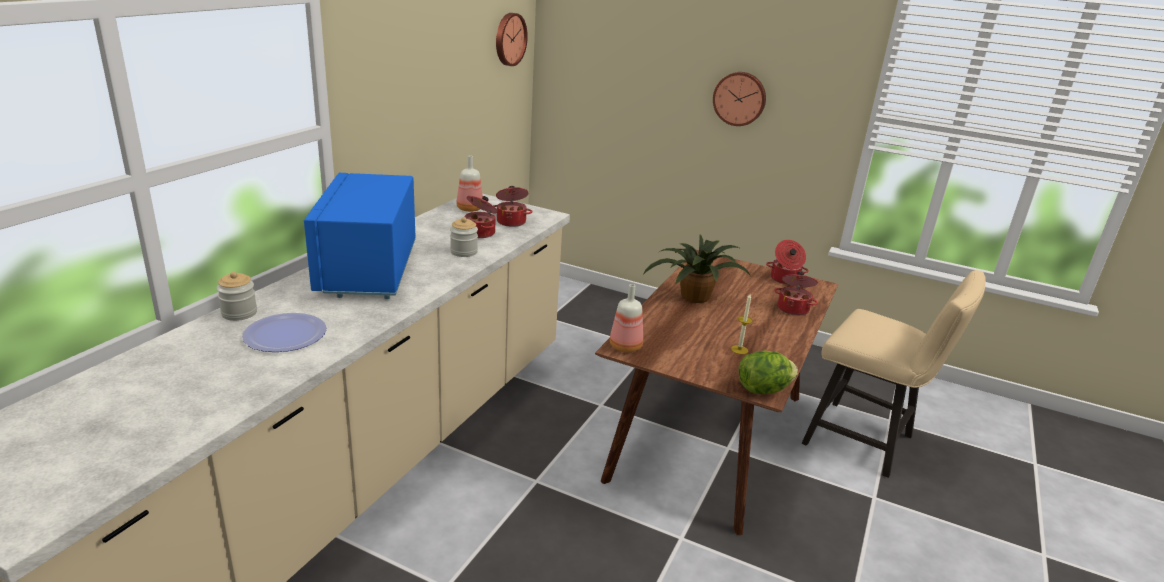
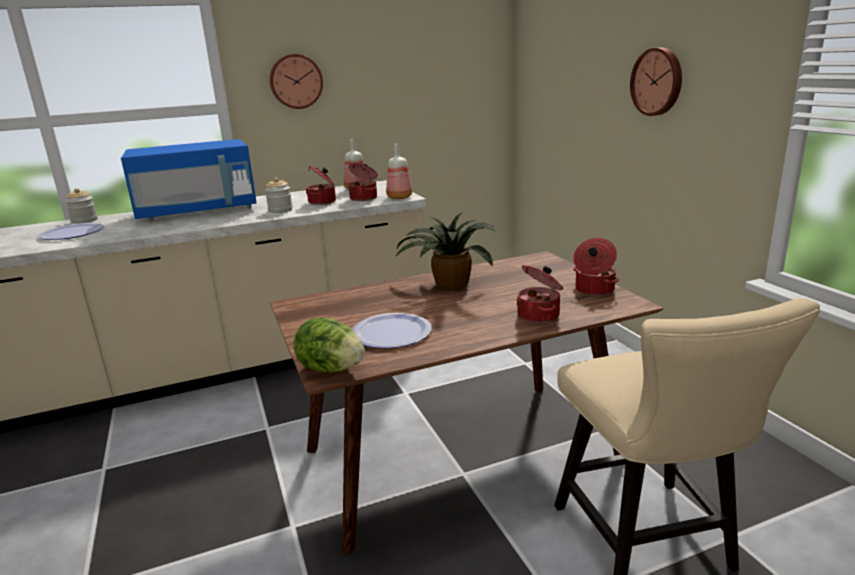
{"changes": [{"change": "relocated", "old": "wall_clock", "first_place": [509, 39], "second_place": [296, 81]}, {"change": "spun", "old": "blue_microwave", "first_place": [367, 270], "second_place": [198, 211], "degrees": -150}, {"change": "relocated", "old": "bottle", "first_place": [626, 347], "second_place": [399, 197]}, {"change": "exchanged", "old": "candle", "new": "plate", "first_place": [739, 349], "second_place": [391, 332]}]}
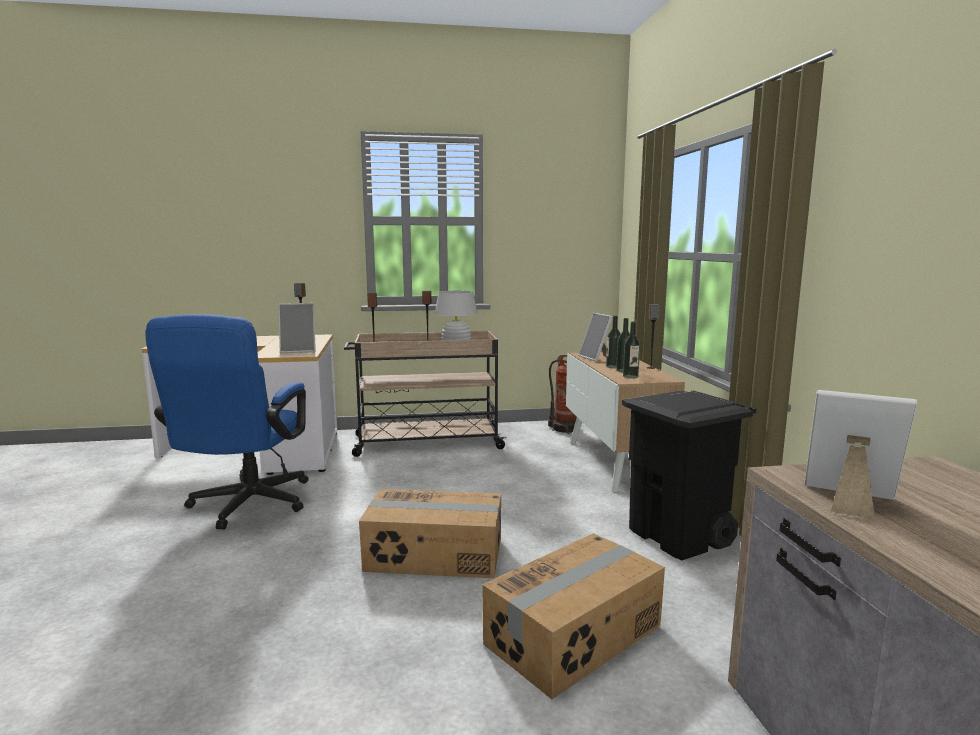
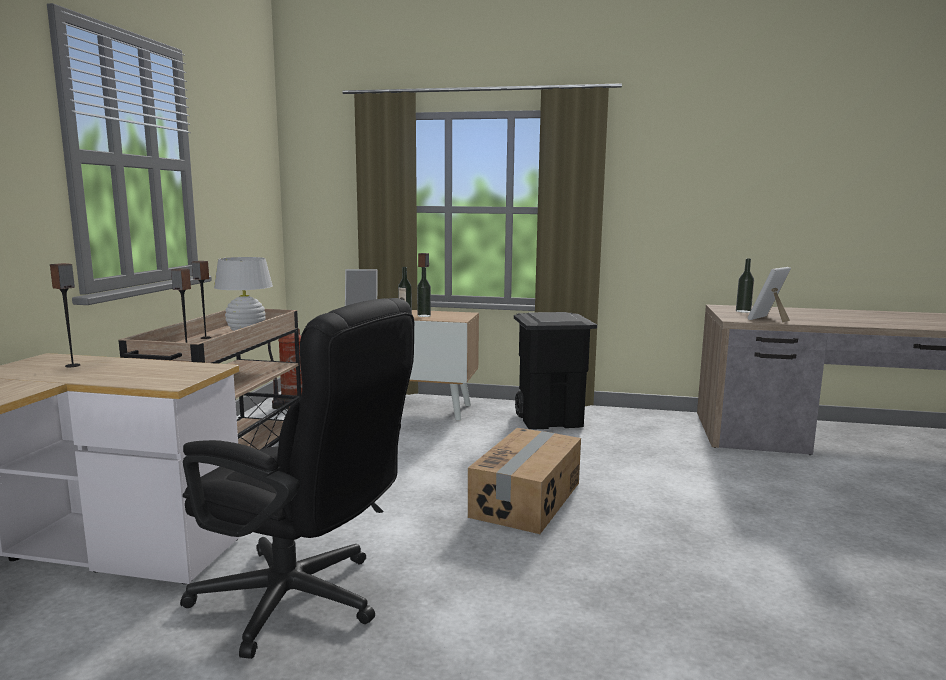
{"changes": [{"change": "missing", "old": "picture_frame", "first_place": [299, 350]}, {"change": "colour", "old": "blue_office_chair", "new": "black_office_chair", "first_place": [245, 507], "second_place": [303, 602]}, {"change": "relocated", "old": "bottle", "first_place": [630, 376], "second_place": [743, 311]}, {"change": "missing", "old": "cardboard_box", "first_place": [575, 635]}]}
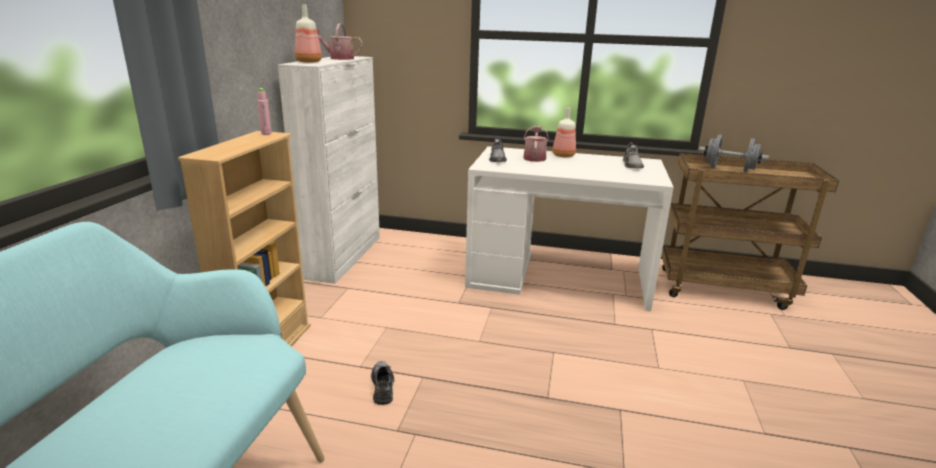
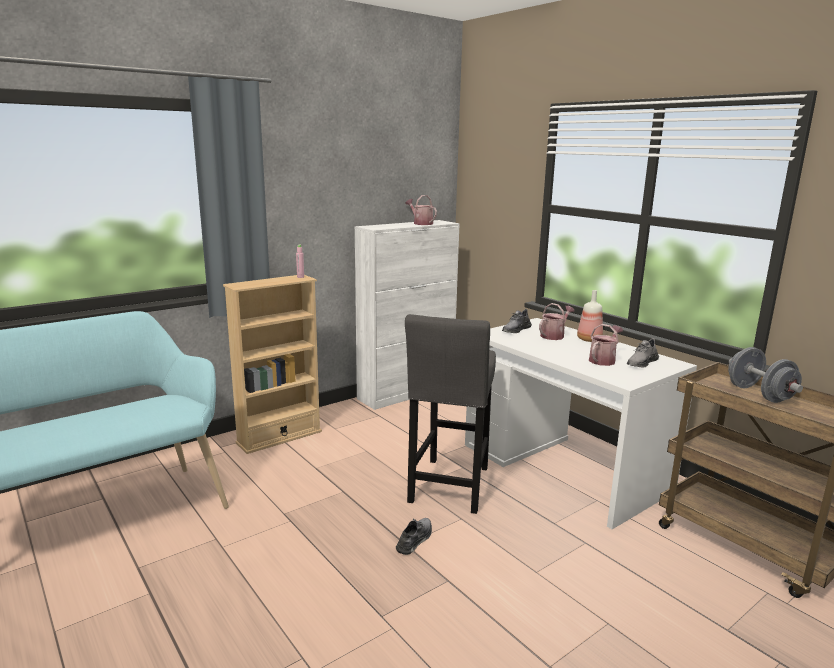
{"changes": [{"change": "missing", "old": "bottle", "first_place": [309, 62]}, {"change": "relocated", "old": "grey_shoe", "first_place": [383, 386], "second_place": [415, 539]}, {"change": "appeared", "new": "grey_stool", "second_place": [449, 488]}, {"change": "appeared", "new": "watering_can", "second_place": [603, 360]}]}
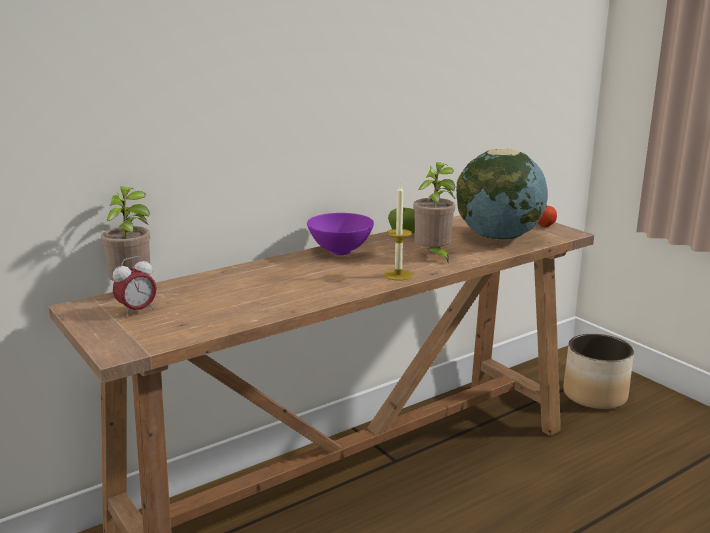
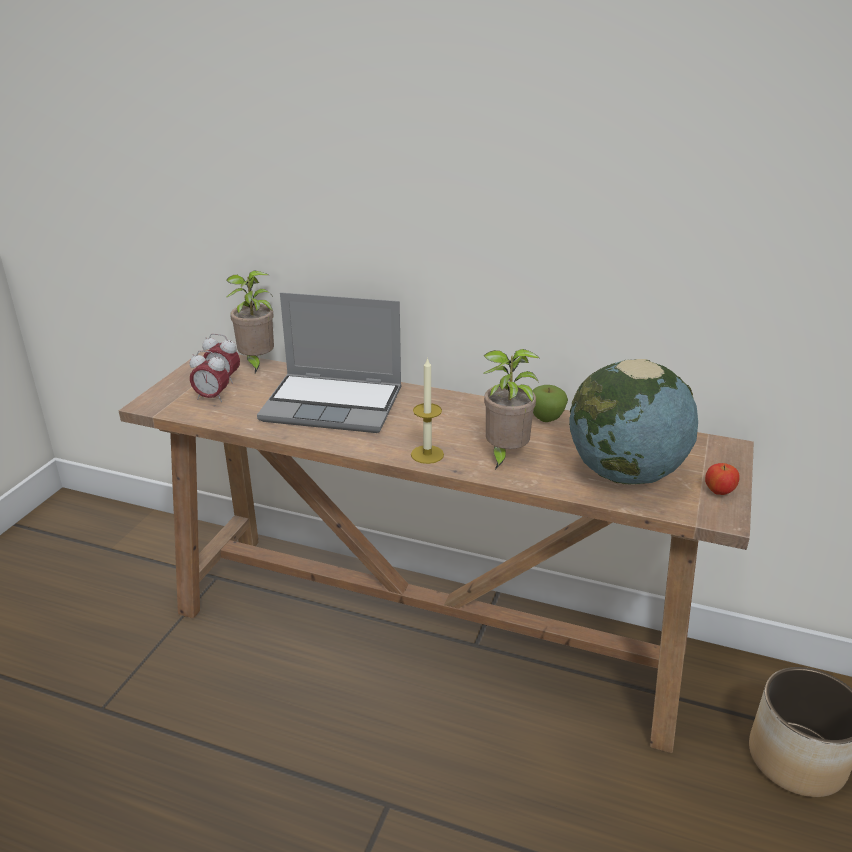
{"changes": [{"change": "missing", "old": "purple_bowl", "first_place": [339, 252]}, {"change": "appeared", "new": "laptop", "second_place": [334, 404]}, {"change": "appeared", "new": "alarm_clock", "second_place": [212, 398]}]}
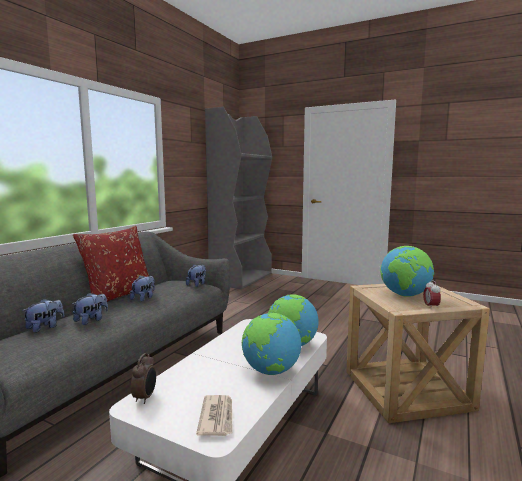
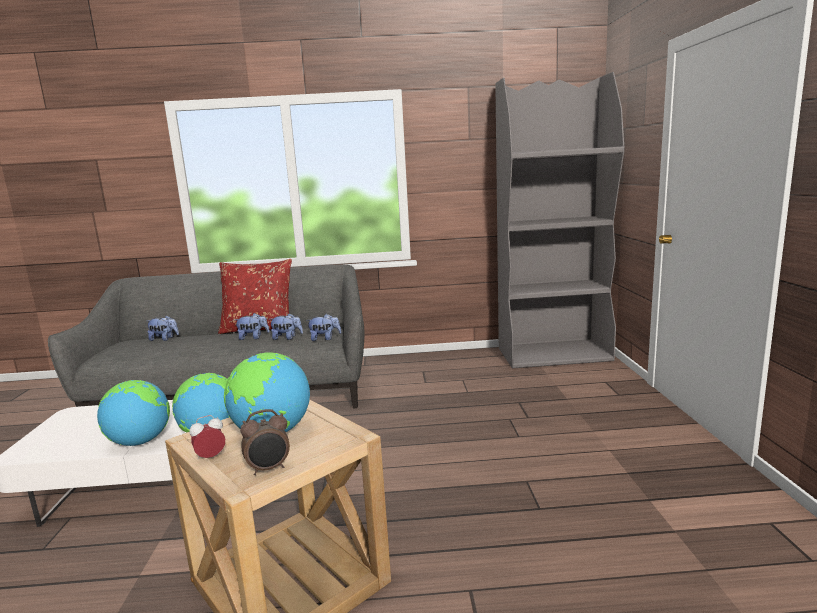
{"changes": [{"change": "relocated", "old": "plush_toy", "first_place": [91, 320], "second_place": [287, 338]}, {"change": "relocated", "old": "alarm_clock", "first_place": [145, 397], "second_place": [269, 469]}, {"change": "missing", "old": "newspaper", "first_place": [217, 417]}]}
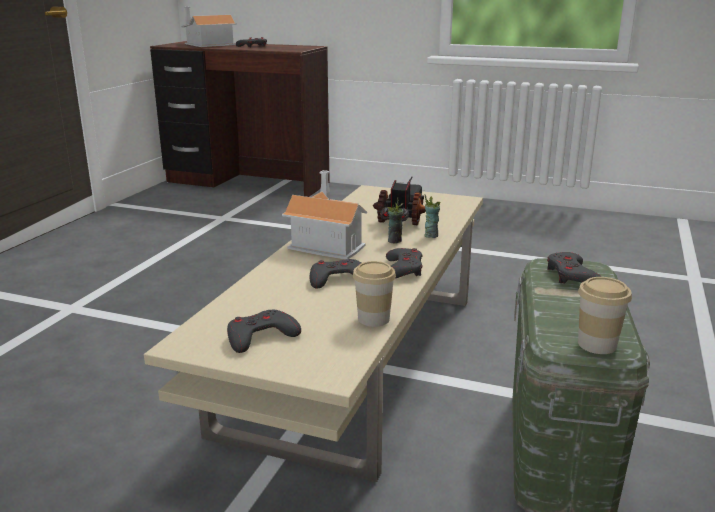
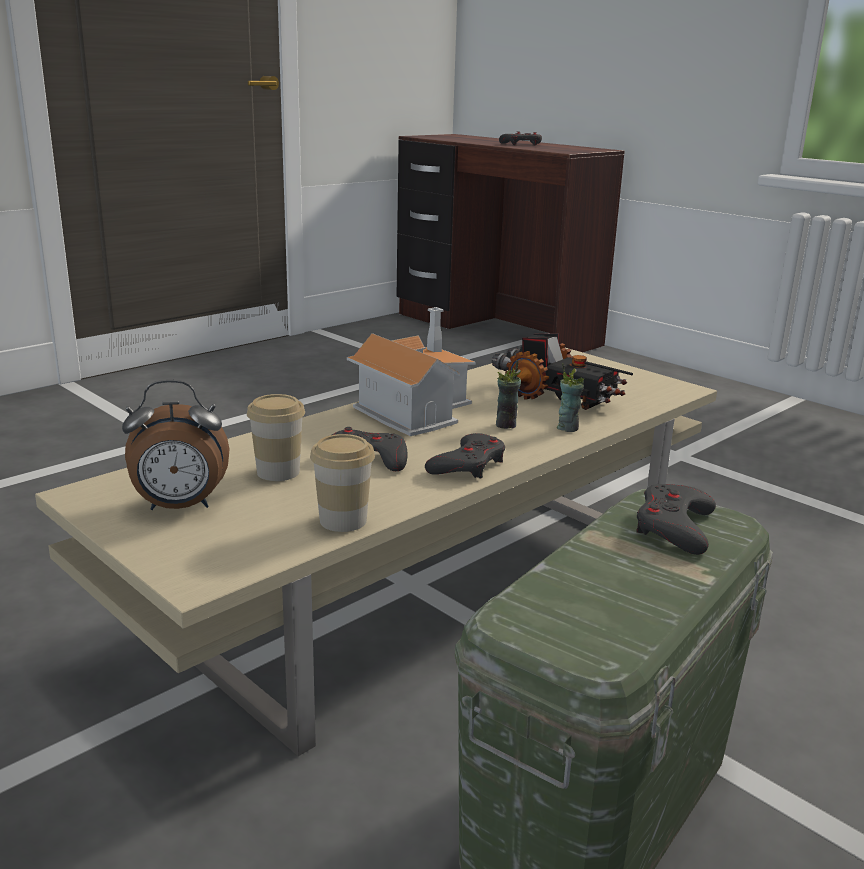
{"changes": [{"change": "missing", "old": "toy_house", "first_place": [207, 44]}, {"change": "spun", "old": "toy_truck", "first_place": [402, 218], "second_place": [556, 397], "degrees": 90}, {"change": "relocated", "old": "cup", "first_place": [597, 344], "second_place": [278, 472]}, {"change": "exchanged", "old": "grey_game_controller", "new": "alarm_clock", "first_place": [261, 336], "second_place": [180, 507]}]}
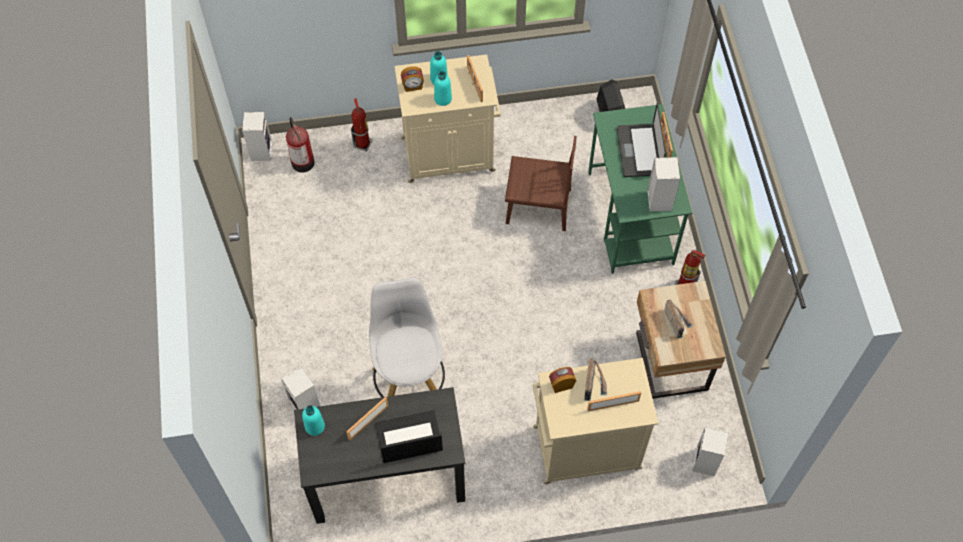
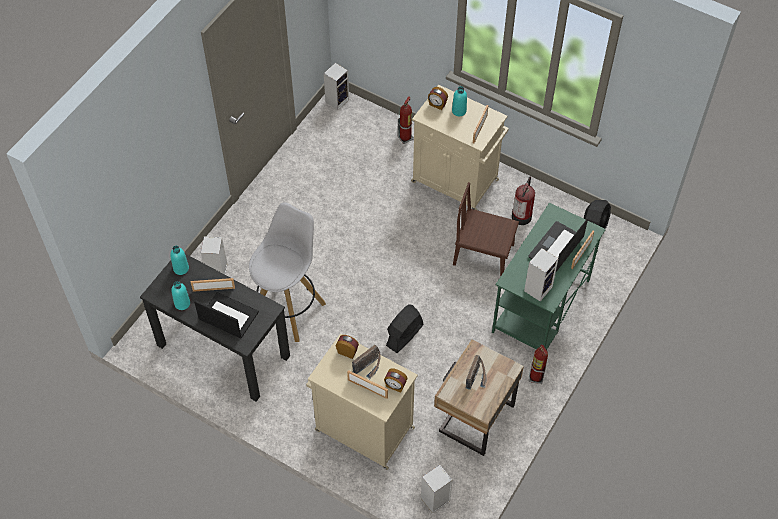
{"changes": [{"change": "relocated", "old": "turquoise_bottle", "first_place": [443, 99], "second_place": [182, 303]}, {"change": "relocated", "old": "fire_extinguisher", "first_place": [302, 161], "second_place": [522, 215]}, {"change": "spun", "old": "brown_chair", "first_place": [538, 206], "second_place": [483, 255], "degrees": 150}, {"change": "appeared", "new": "black_fan", "second_place": [404, 335]}, {"change": "appeared", "new": "alarm_clock", "second_place": [395, 385]}]}
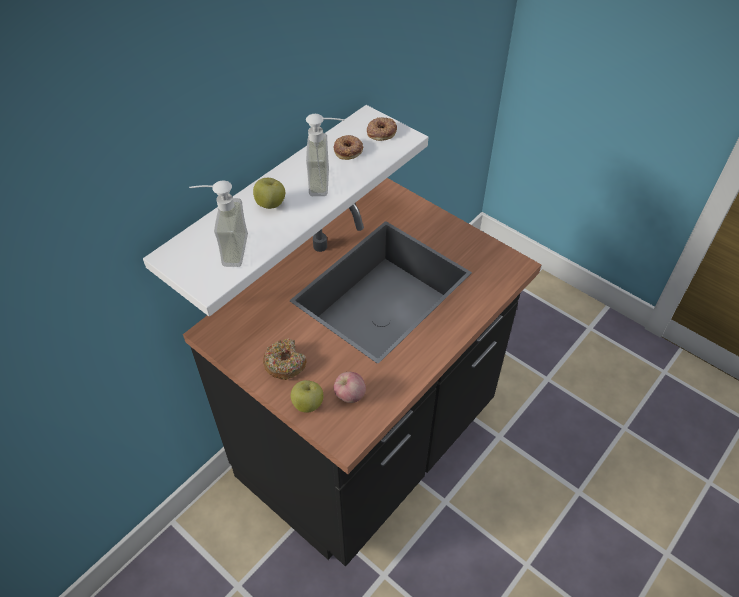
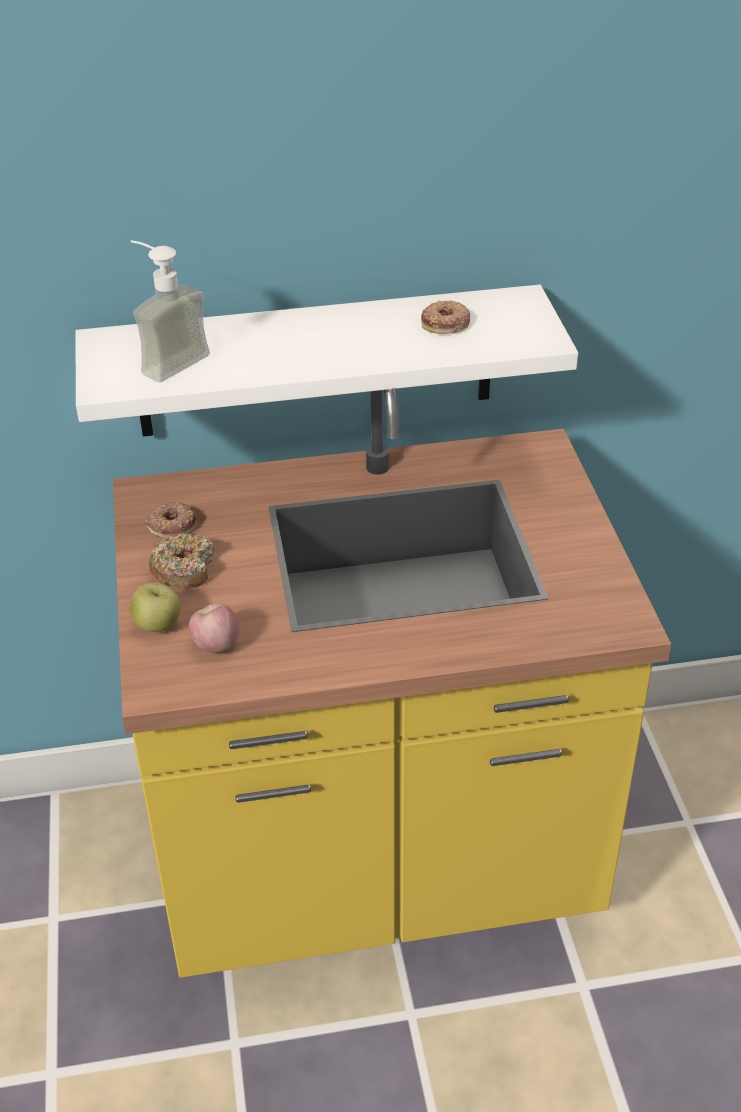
{"changes": [{"change": "missing", "old": "soap_dispenser", "first_place": [328, 182]}, {"change": "relocated", "old": "donut", "first_place": [381, 131], "second_place": [172, 524]}, {"change": "colour", "old": "black_counter", "new": "yellow_counter", "first_place": [369, 445], "second_place": [375, 866]}, {"change": "missing", "old": "apple", "first_place": [270, 204]}]}
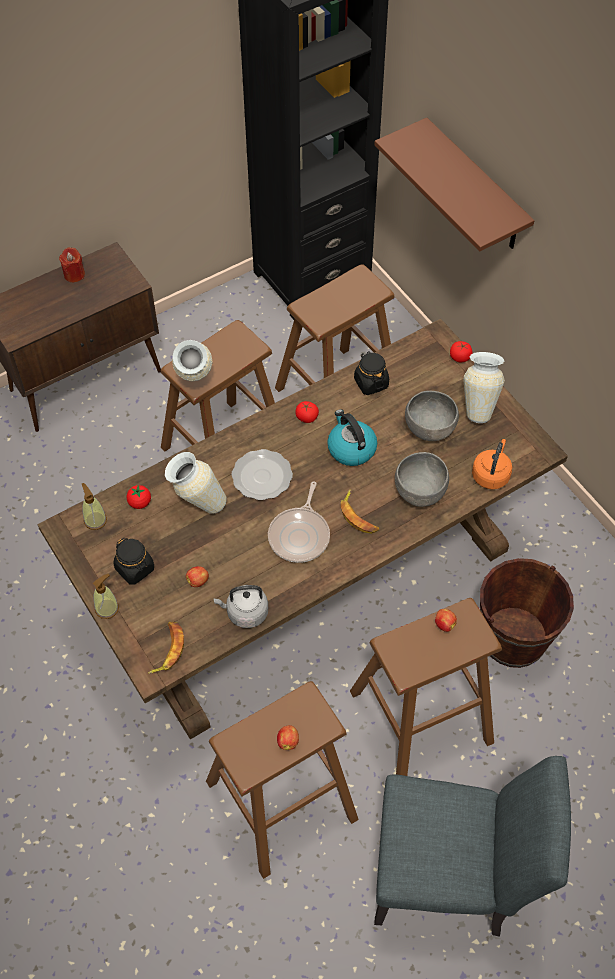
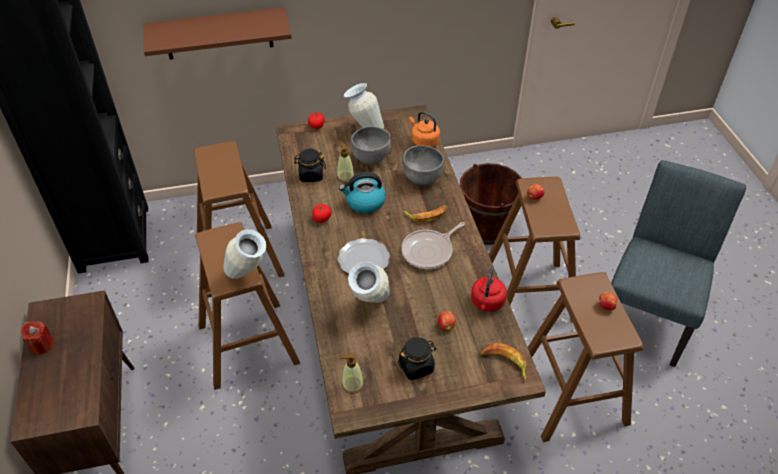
{"changes": [{"change": "spun", "old": "frying_pan", "first_place": [300, 535], "second_place": [429, 251], "degrees": 105}, {"change": "missing", "old": "tomato", "first_place": [140, 503]}, {"change": "relocated", "old": "soap_dispenser", "first_place": [107, 608], "second_place": [345, 177]}, {"change": "colour", "old": "grey_kettle", "new": "red_kettle", "first_place": [245, 613], "second_place": [487, 303]}]}
